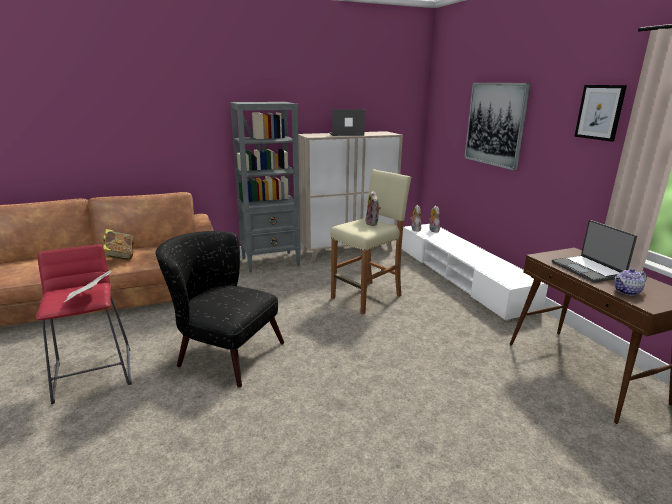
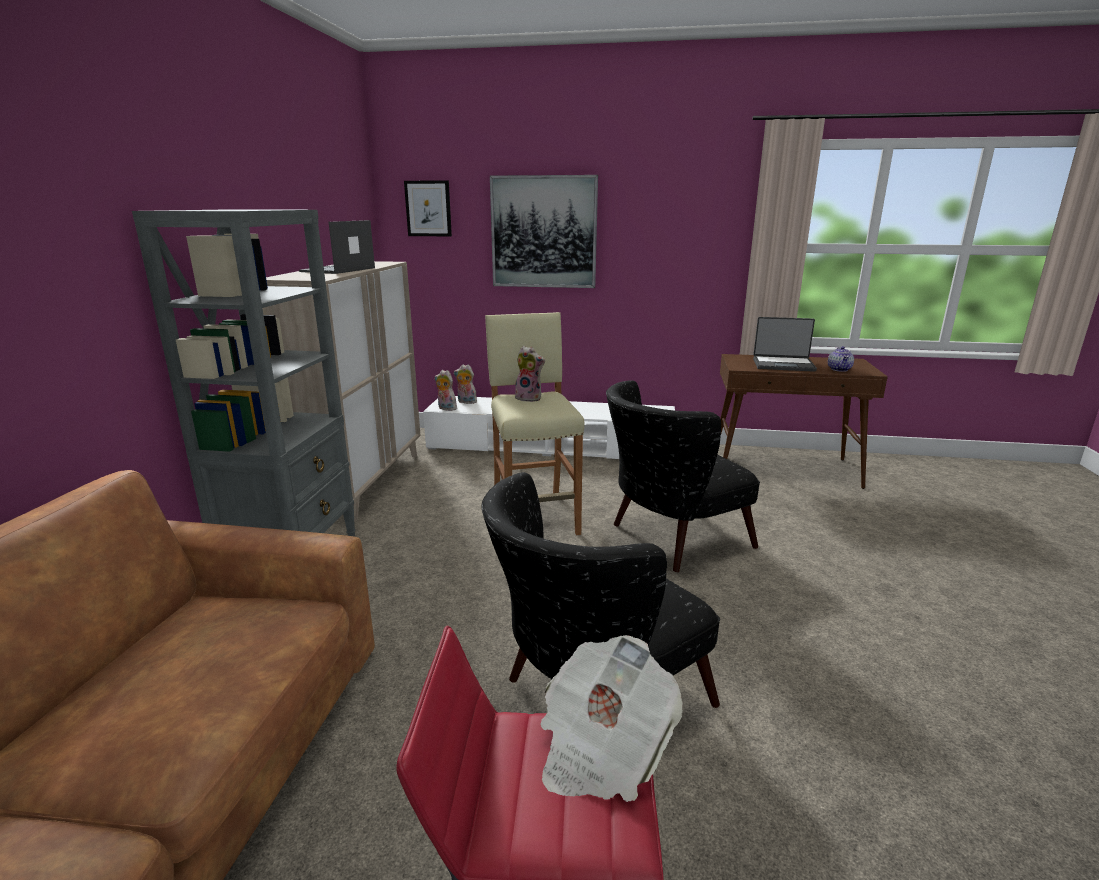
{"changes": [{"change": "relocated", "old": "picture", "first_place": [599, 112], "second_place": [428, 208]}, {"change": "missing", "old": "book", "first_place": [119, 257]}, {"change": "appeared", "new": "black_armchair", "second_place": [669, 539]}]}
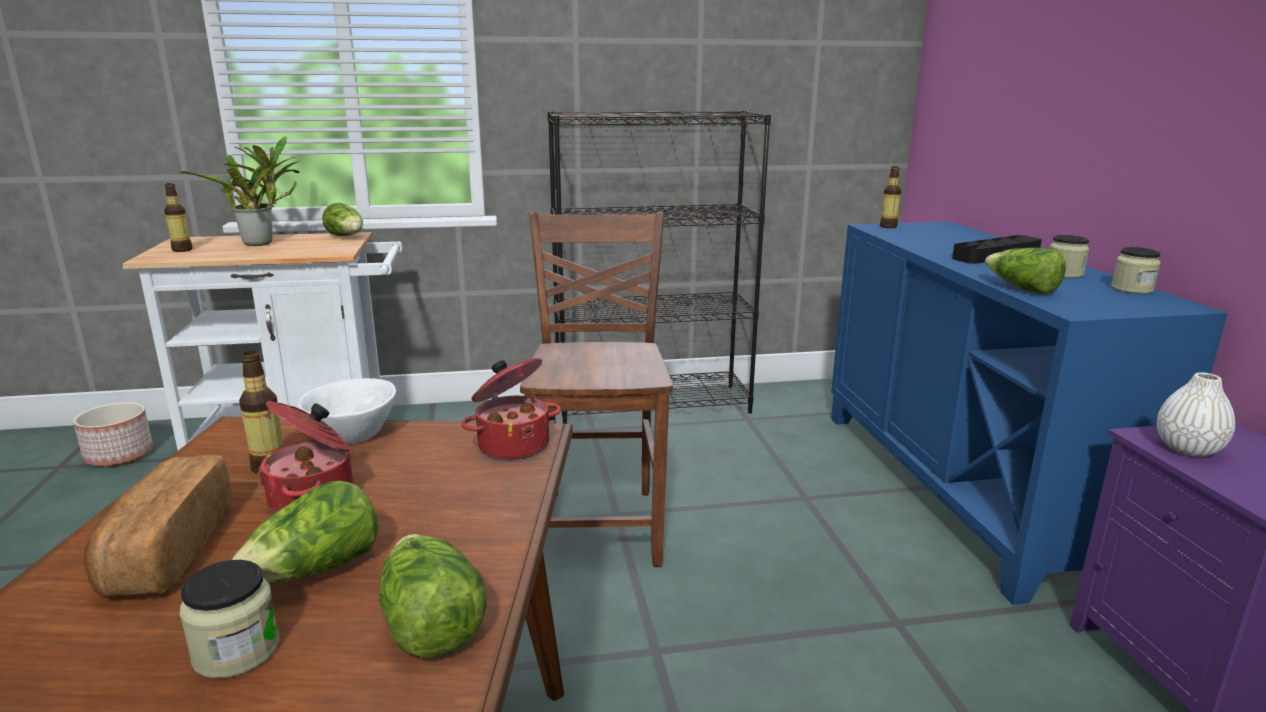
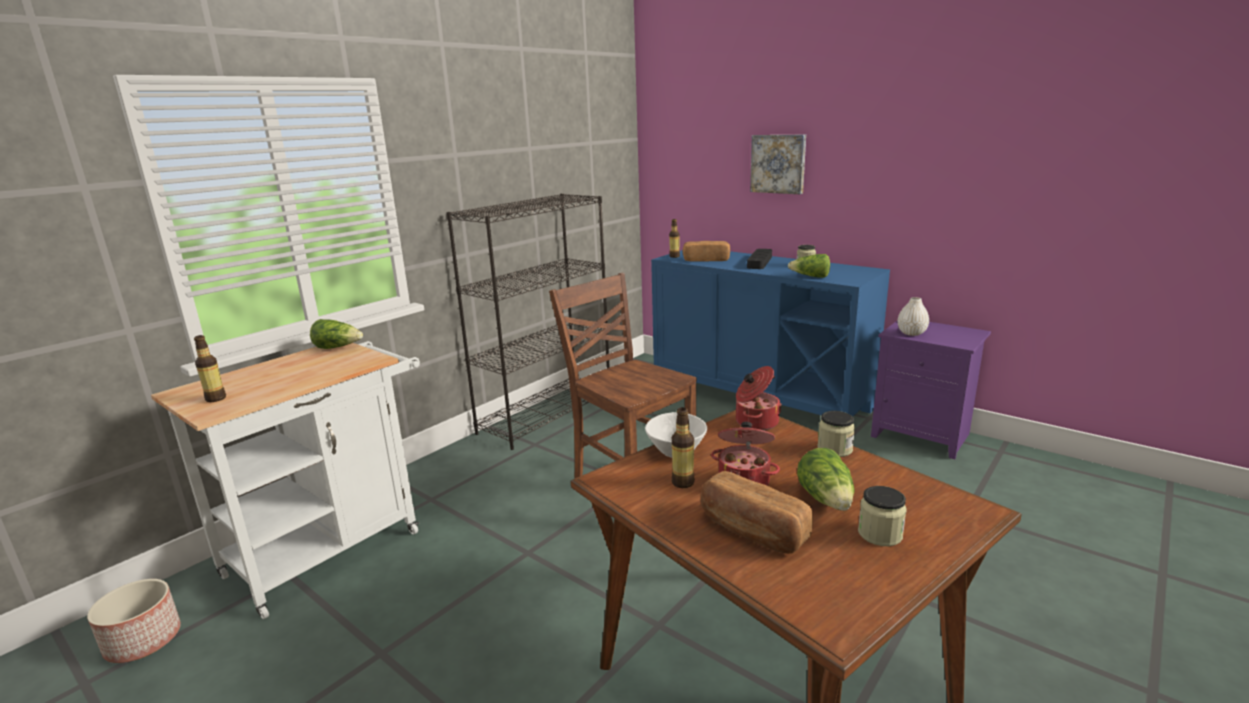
{"changes": [{"change": "missing", "old": "potted_plant", "first_place": [263, 243]}, {"change": "relocated", "old": "jar", "first_place": [1131, 289], "second_place": [834, 449]}, {"change": "missing", "old": "lettuce", "first_place": [429, 623]}, {"change": "appeared", "new": "picture", "second_place": [778, 163]}, {"change": "appeared", "new": "bread", "second_place": [706, 260]}]}
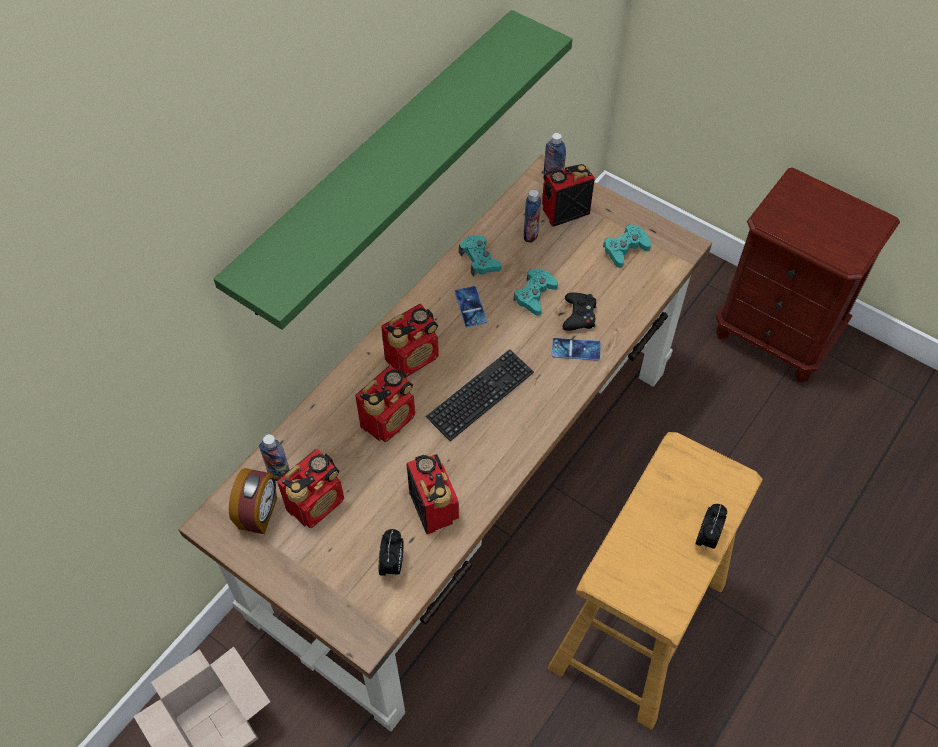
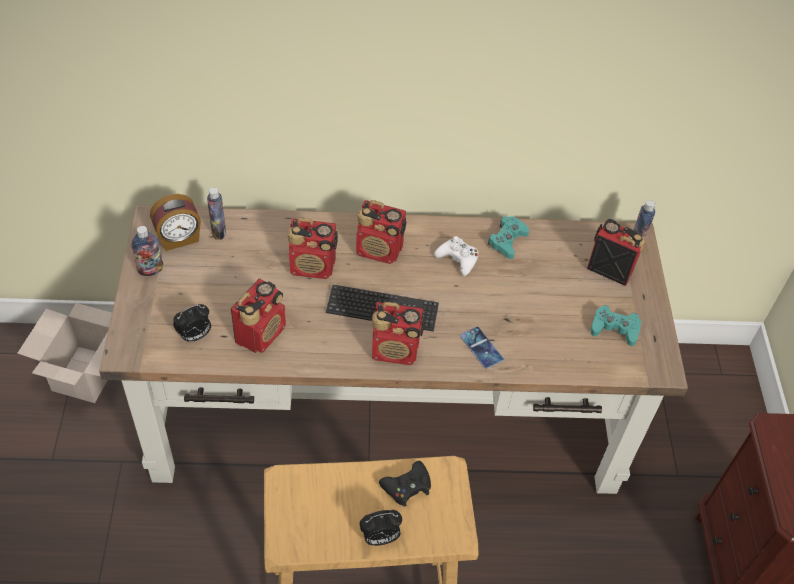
{"changes": [{"change": "missing", "old": "green_shelf", "first_place": [379, 162]}, {"change": "relocated", "old": "bottle", "first_place": [530, 234], "second_place": [150, 270]}, {"change": "missing", "old": "turquoise_game_controller", "first_place": [535, 295]}, {"change": "exchanged", "old": "phone", "new": "white_game_controller", "first_place": [470, 307], "second_place": [458, 259]}, {"change": "relocated", "old": "black_game_controller", "first_place": [579, 316], "second_place": [407, 487]}, {"change": "relocated", "old": "radio", "first_place": [316, 503], "second_place": [395, 351]}]}
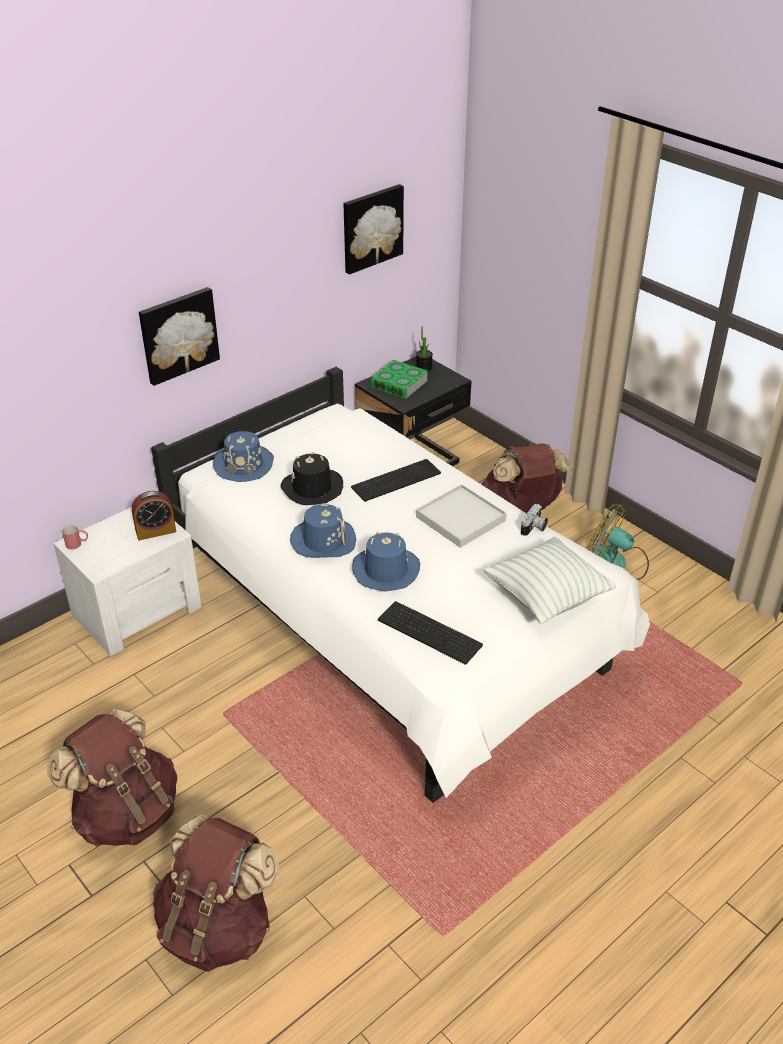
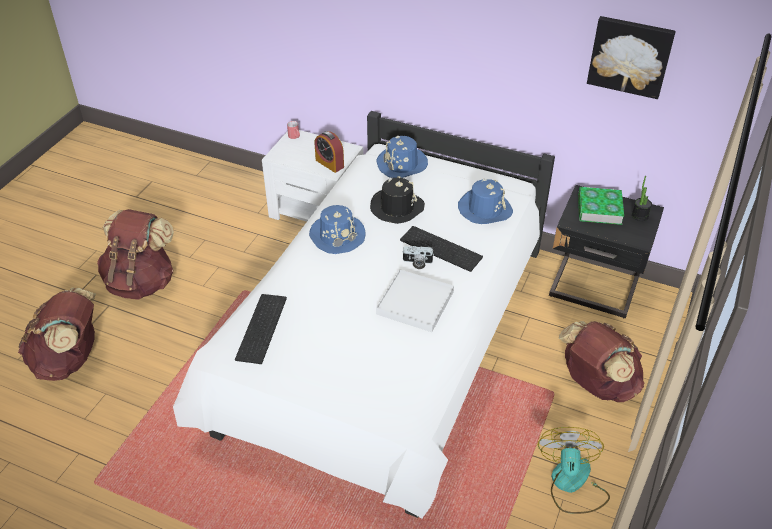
{"changes": [{"change": "missing", "old": "picture", "first_place": [178, 334]}, {"change": "relocated", "old": "photo_camera", "first_place": [534, 528], "second_place": [417, 263]}, {"change": "relocated", "old": "blue_hat", "first_place": [385, 570], "second_place": [484, 209]}, {"change": "missing", "old": "pillow", "first_place": [546, 598]}]}
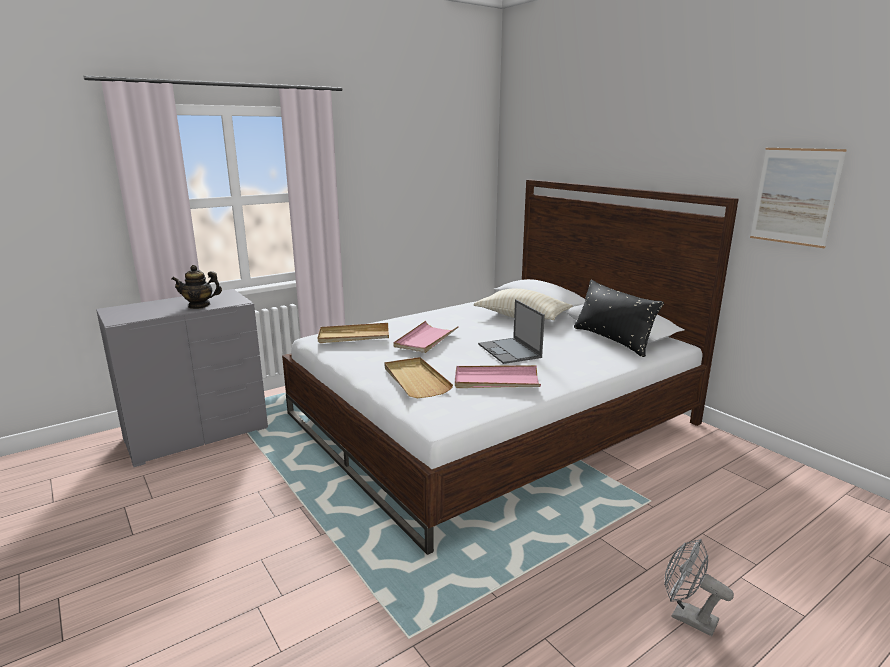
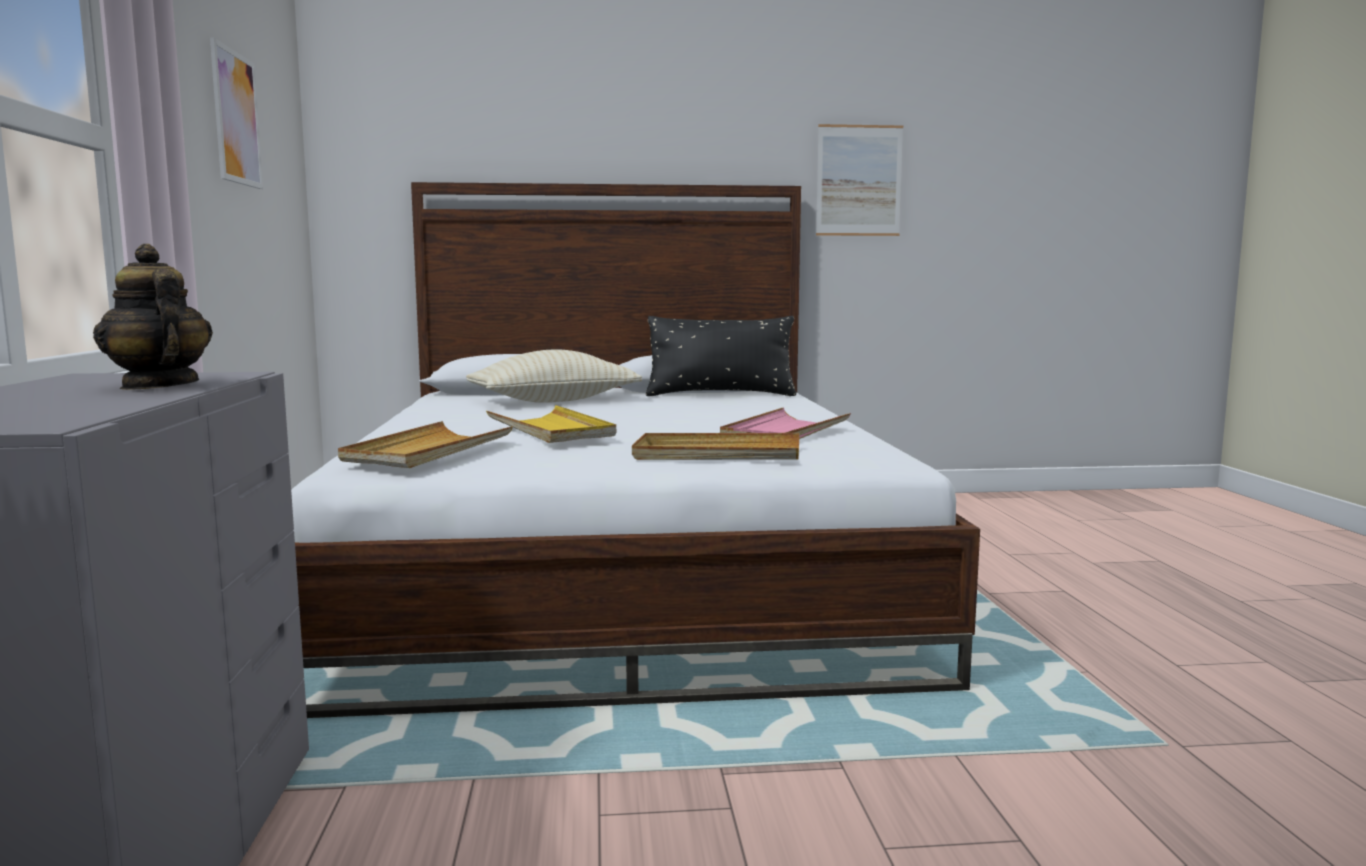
{"changes": [{"change": "spun", "old": "teapot", "first_place": [199, 305], "second_place": [158, 386], "degrees": 120}, {"change": "missing", "old": "laptop", "first_place": [510, 351]}, {"change": "colour", "old": "pink_tray", "new": "yellow_tray", "first_place": [426, 339], "second_place": [551, 430]}, {"change": "missing", "old": "grey_fan", "first_place": [686, 617]}, {"change": "appeared", "new": "picture", "second_place": [236, 118]}]}
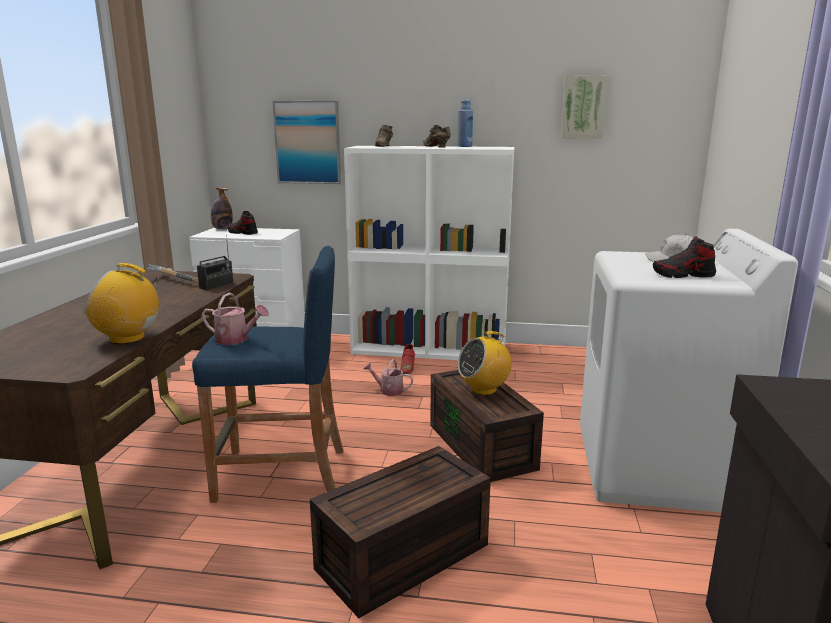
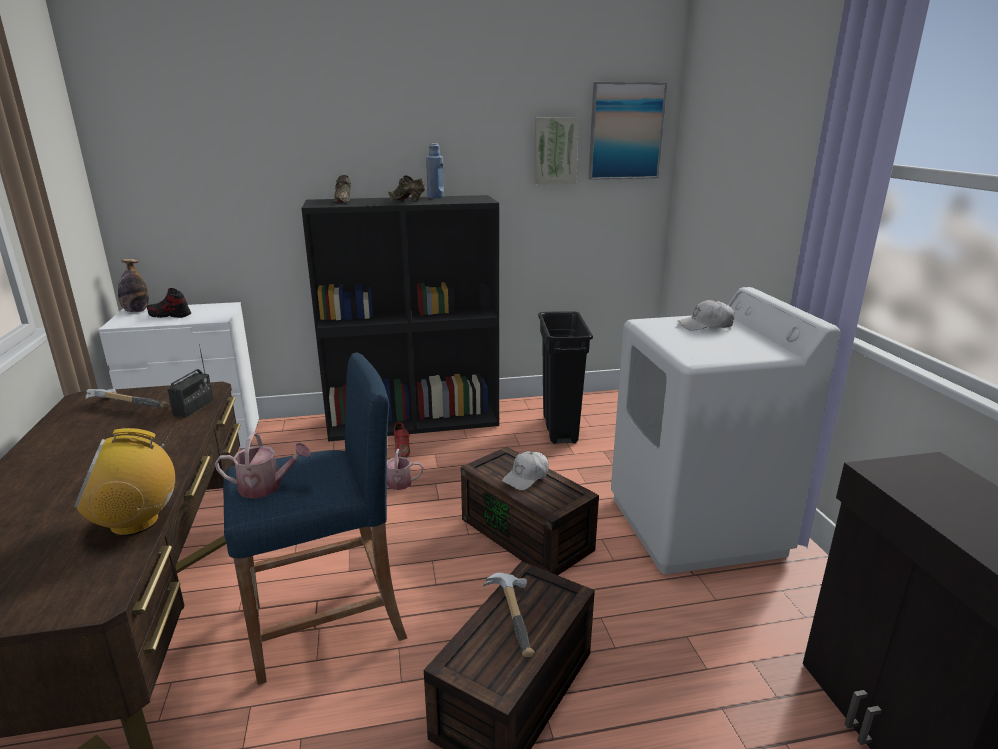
{"changes": [{"change": "relocated", "old": "picture", "first_place": [308, 142], "second_place": [625, 131]}, {"change": "colour", "old": "white_bookcase", "new": "black_bookcase", "first_place": [430, 349], "second_place": [414, 420]}, {"change": "missing", "old": "shoe", "first_place": [683, 275]}, {"change": "exchanged", "old": "radio", "new": "white_cap", "first_place": [484, 389], "second_place": [526, 477]}, {"change": "appeared", "new": "black_trash_can", "second_place": [559, 428]}, {"change": "appeared", "new": "hammer", "second_place": [518, 617]}]}
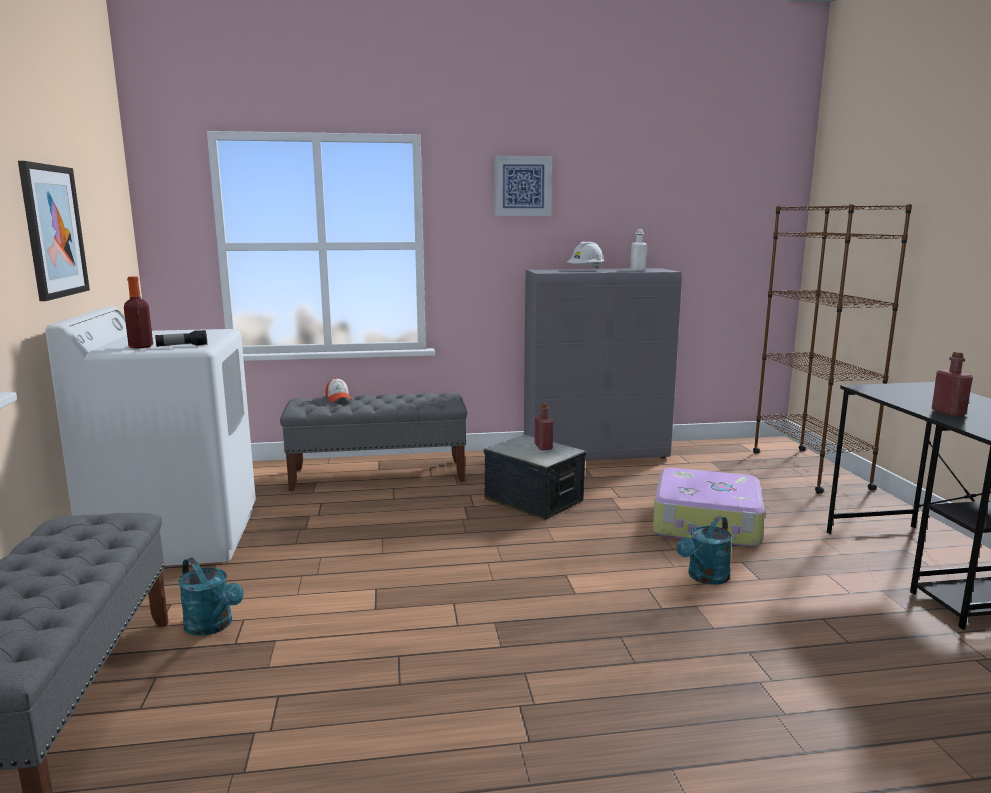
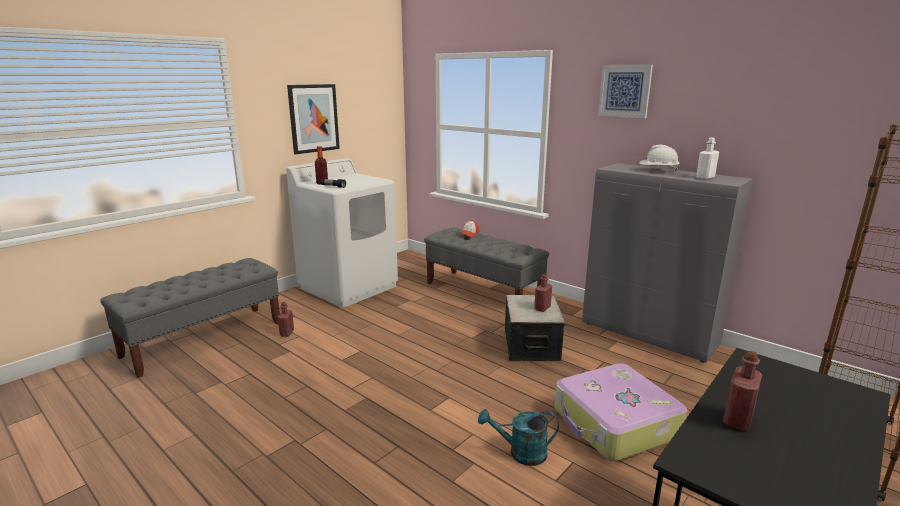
{"changes": [{"change": "exchanged", "old": "turquoise_watering_can", "new": "red_bottle", "first_place": [213, 626], "second_place": [287, 333]}]}
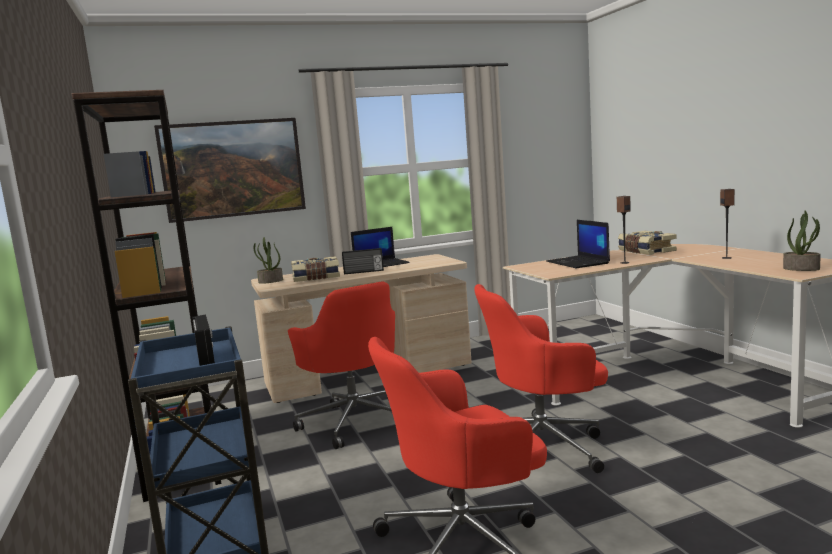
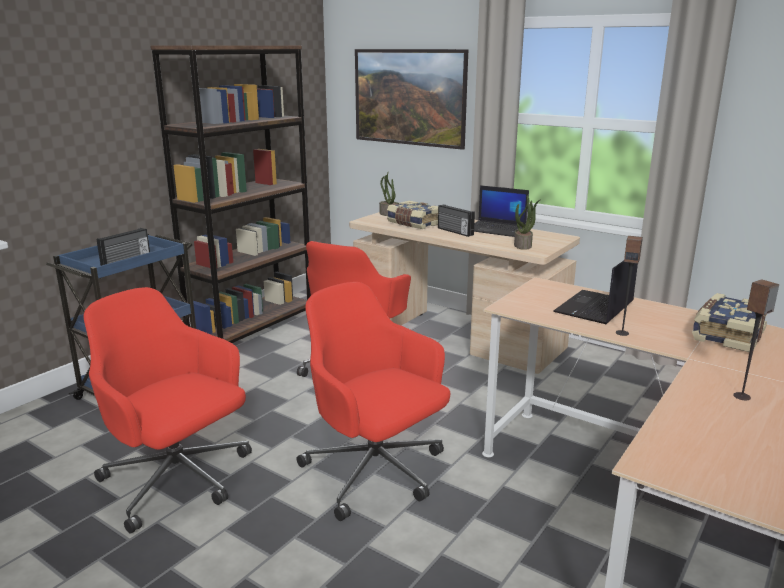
{"changes": [{"change": "relocated", "old": "potted_plant", "first_place": [801, 268], "second_place": [523, 245]}]}
